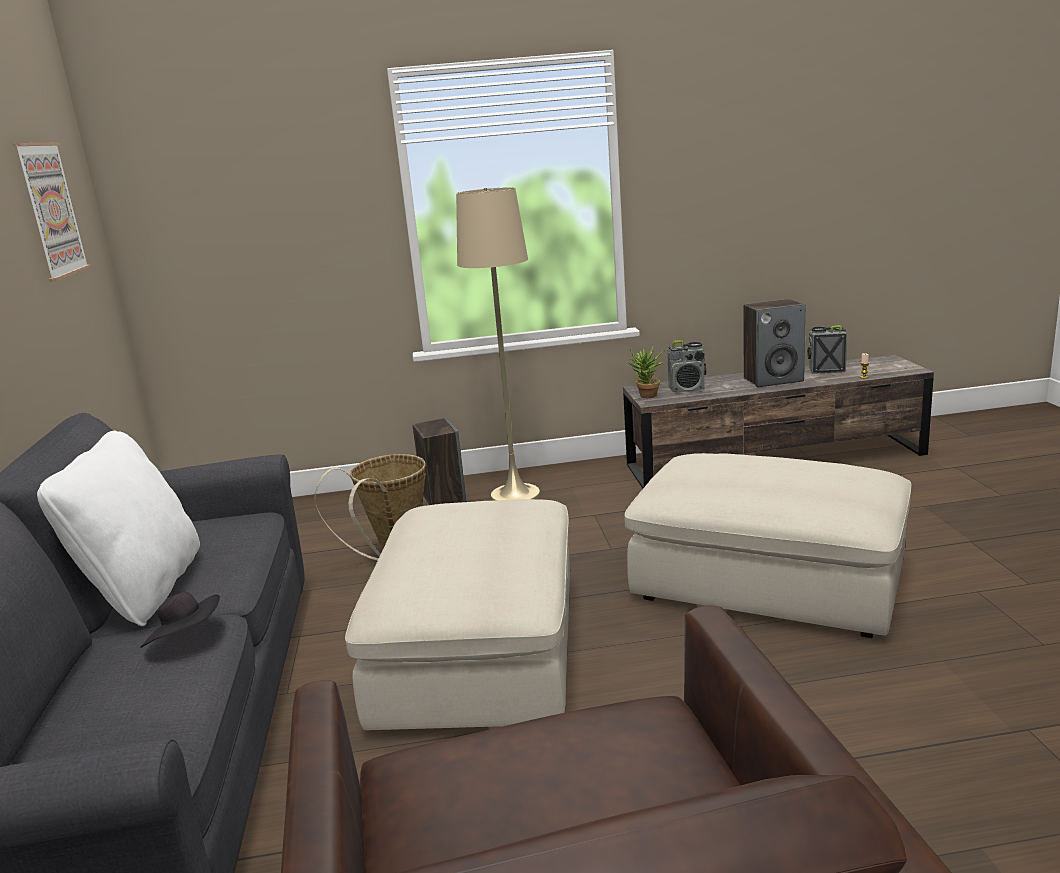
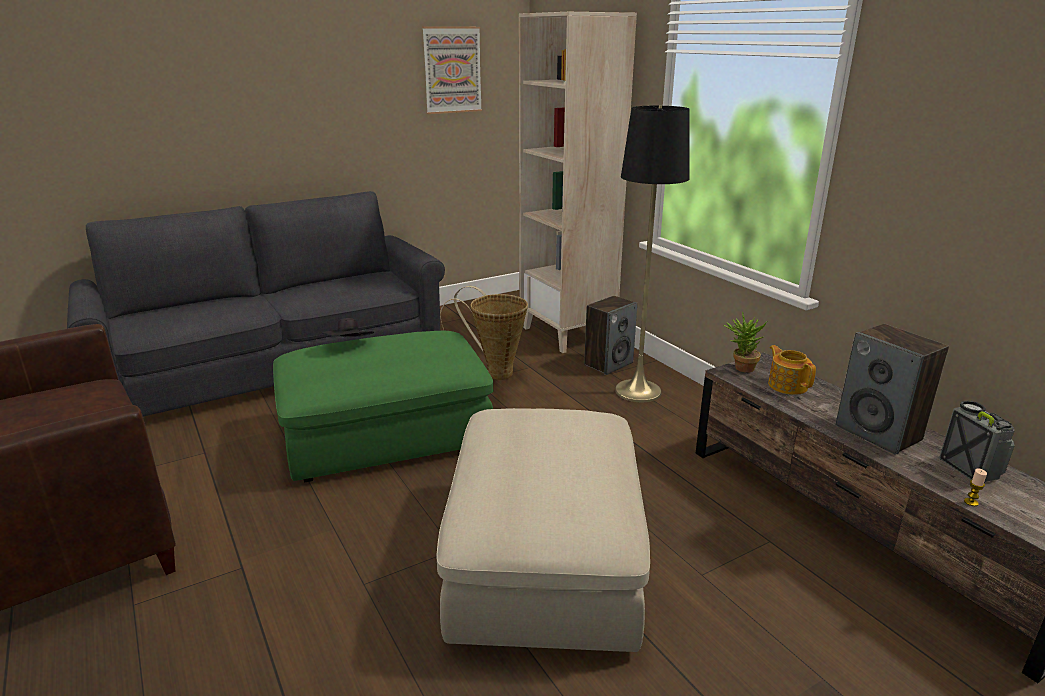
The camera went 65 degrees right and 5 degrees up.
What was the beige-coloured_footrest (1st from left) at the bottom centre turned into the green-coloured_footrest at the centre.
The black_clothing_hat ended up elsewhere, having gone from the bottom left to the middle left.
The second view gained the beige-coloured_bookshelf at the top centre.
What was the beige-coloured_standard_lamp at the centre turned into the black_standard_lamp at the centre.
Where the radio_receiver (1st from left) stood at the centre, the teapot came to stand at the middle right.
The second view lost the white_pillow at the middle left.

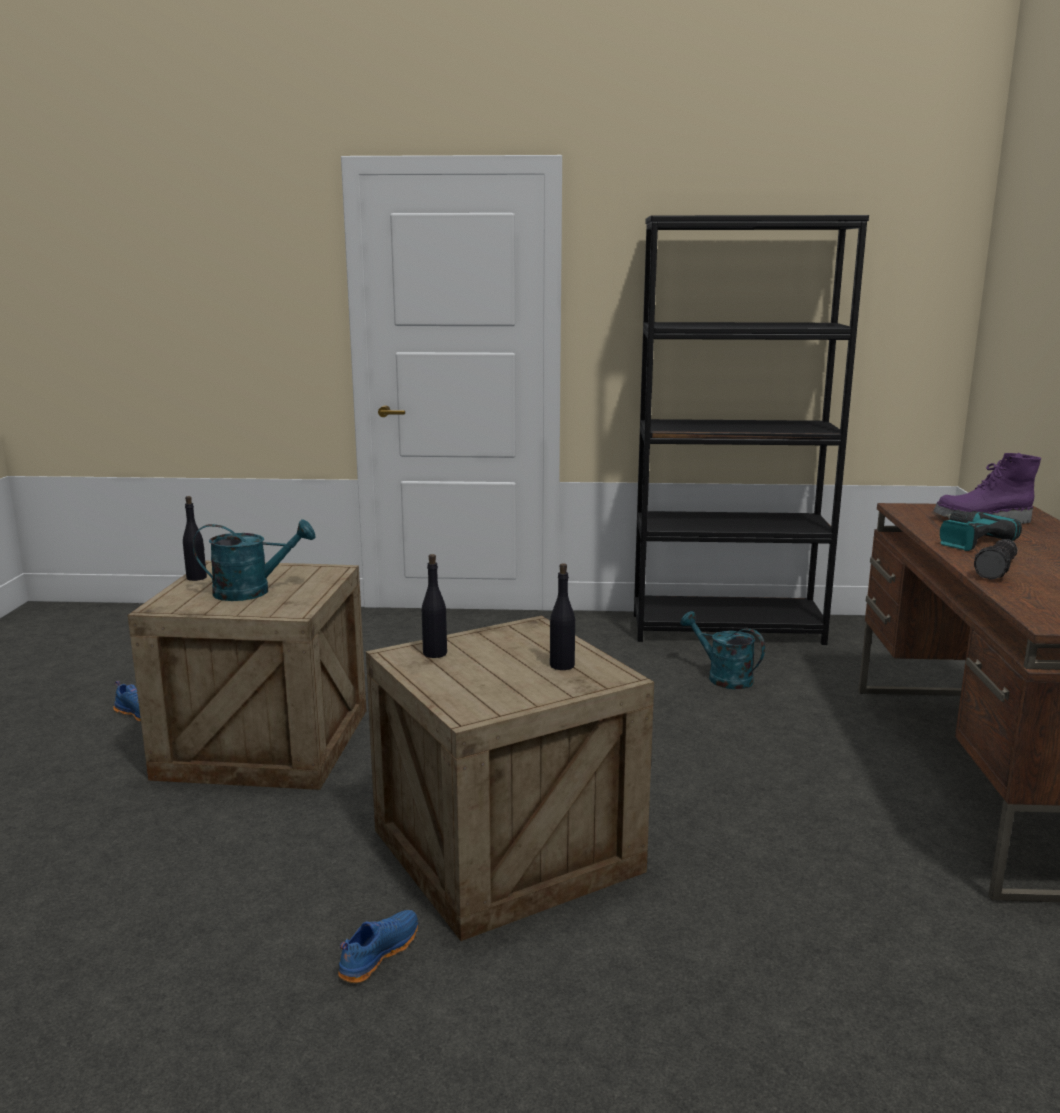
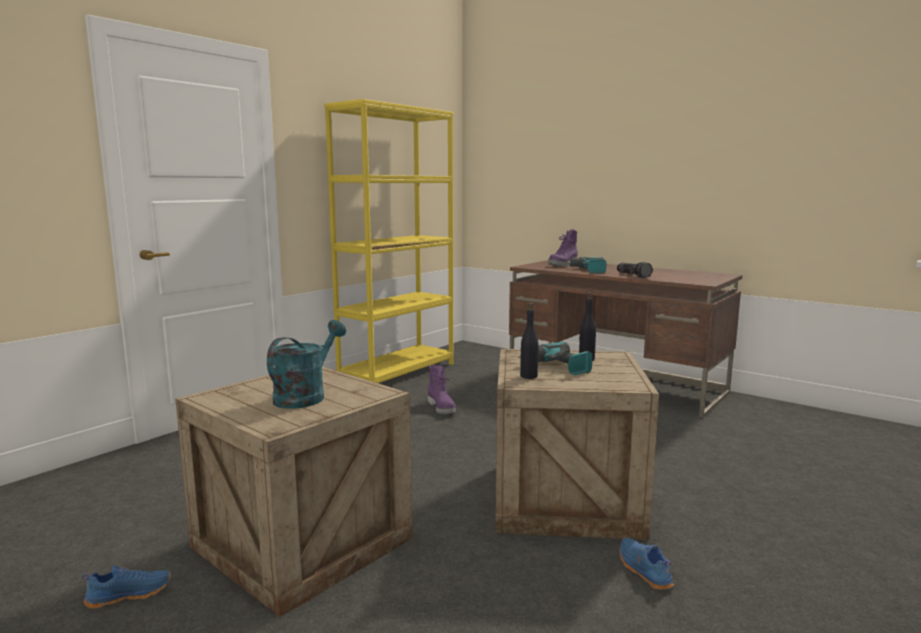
The camera went 55 degrees left and 5 degrees down.
What was the black_bookshelf at the middle right turned into the yellow-coloured_bookshelf at the centre.
The second view gained the purplish_high-top_boot (1st from left) at the centre.
The second view gained the power_drill (1st from left) at the centre.
The second view lost the black_beverage_bottle (1st from left) at the middle left.
The second view lost the turquoise-coloured_sprinkling_can (2nd from left) at the middle right.

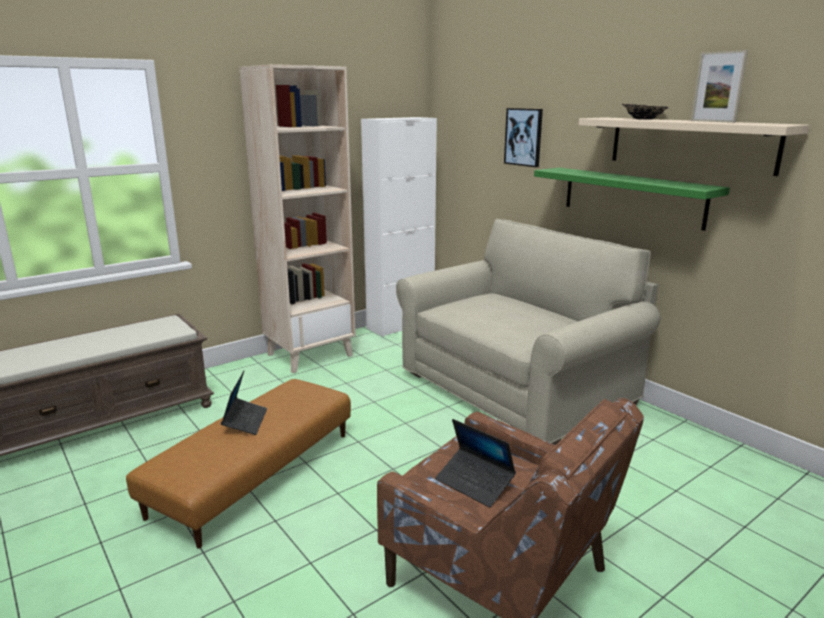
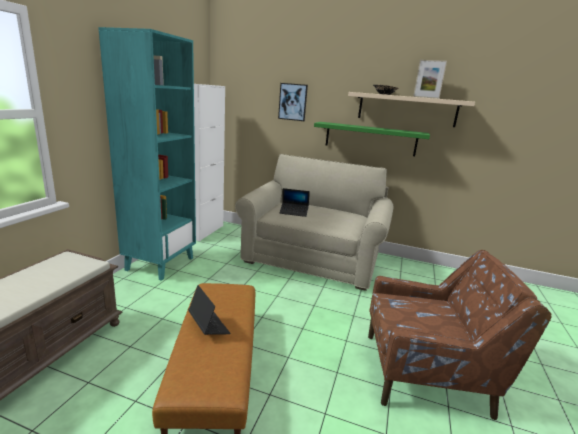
The camera went 35 degrees left and 0 degrees up.
What was the beige-coloured_bookshelf at the centre turned into the turquoise-coloured_bookshelf at the middle left.
The notebook_computer (2nd from left) ended up elsewhere, having gone from the bottom centre to the centre.

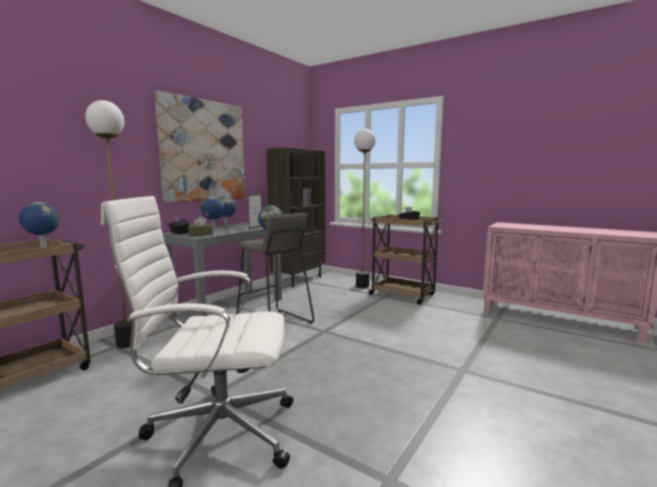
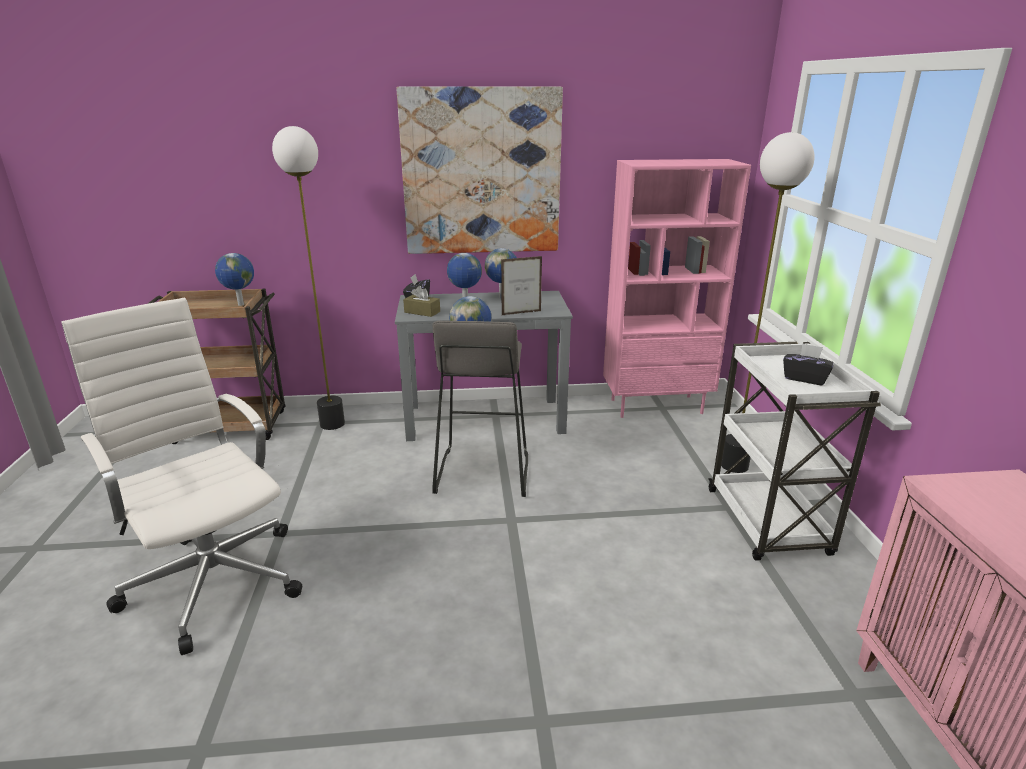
The camera went 50 degrees right and 15 degrees up.
What was the brownish_bookshelf at the centre turned into the pinkish_bookshelf at the centre.
What was the brownish_cart (2nd from left) at the centre turned into the white_cart at the middle right.

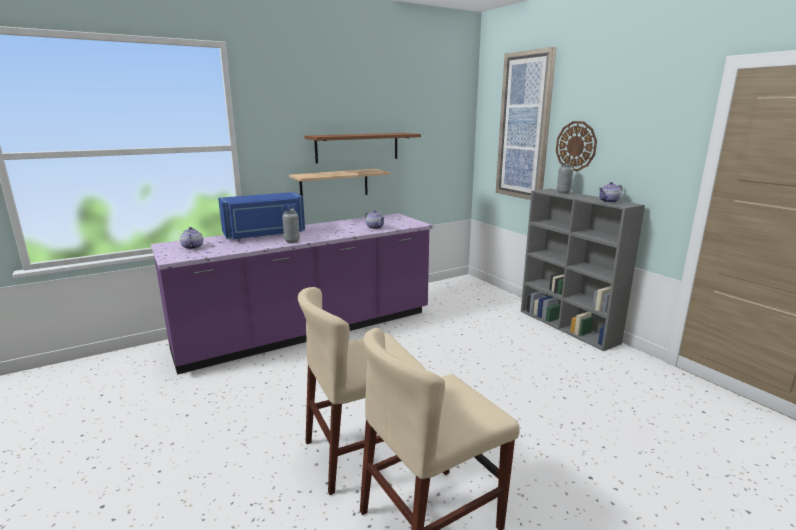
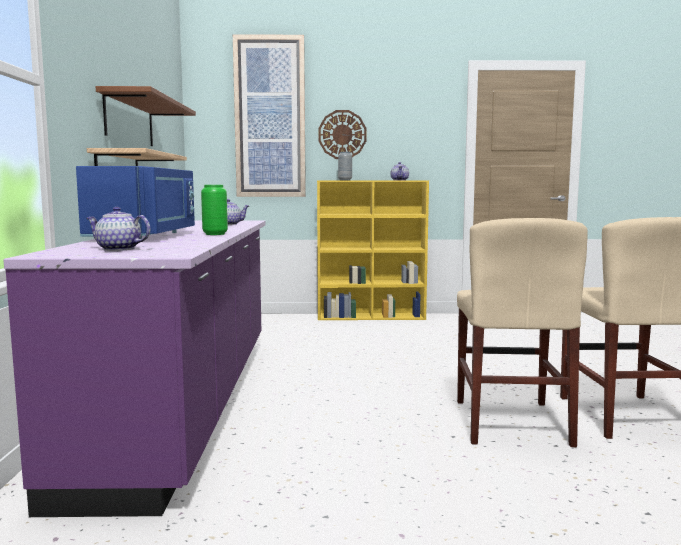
The camera went 60 degrees left and 10 degrees down.
What was the gray_flower_vase (1st from left) at the centre turned into the green-coloured_flower_vase at the middle left.
What was the gray_bookshelf at the middle right turned into the yellow-coloured_bookshelf at the centre.

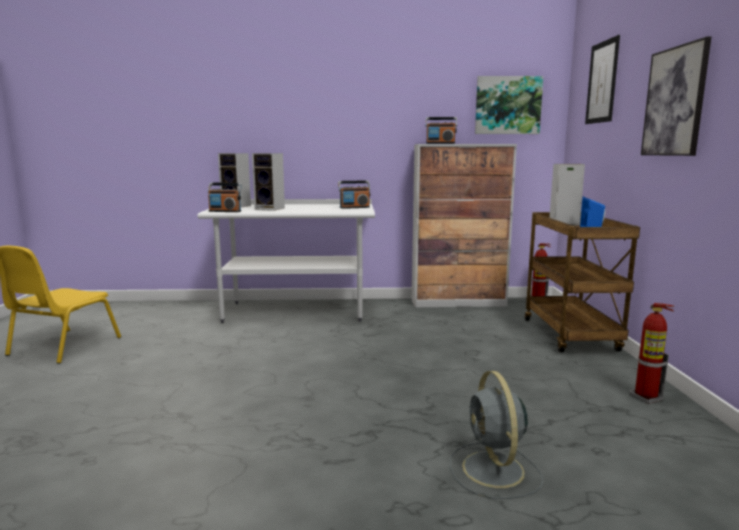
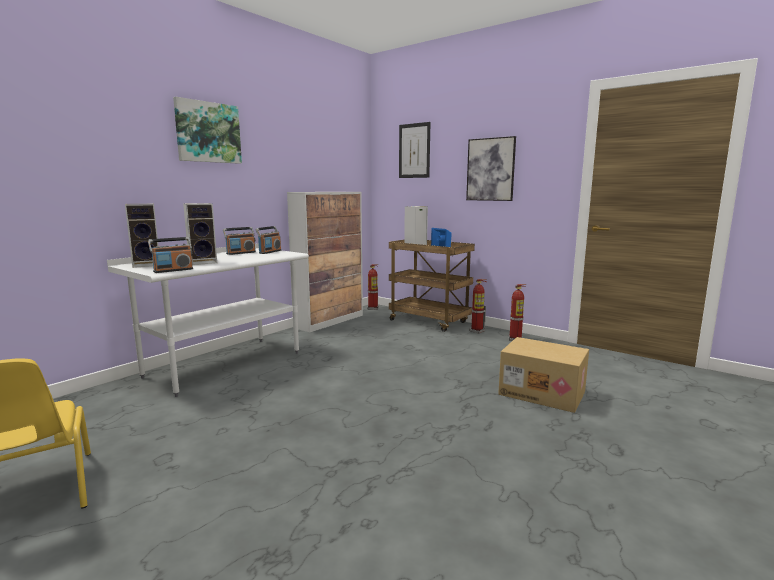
The camera went 50 degrees left and 0 degrees up.
The wall_art (1st from left) ended up elsewhere, having gone from the top right to the top left.
The radio_receiver (3rd from left in the first image) ended up elsewhere, having gone from the top centre to the middle left.
The second view gained the fire_extinguisher (2nd from left) at the centre.
Where the gray_cooling_fan stood at the bottom right, the carton came to stand at the middle right.

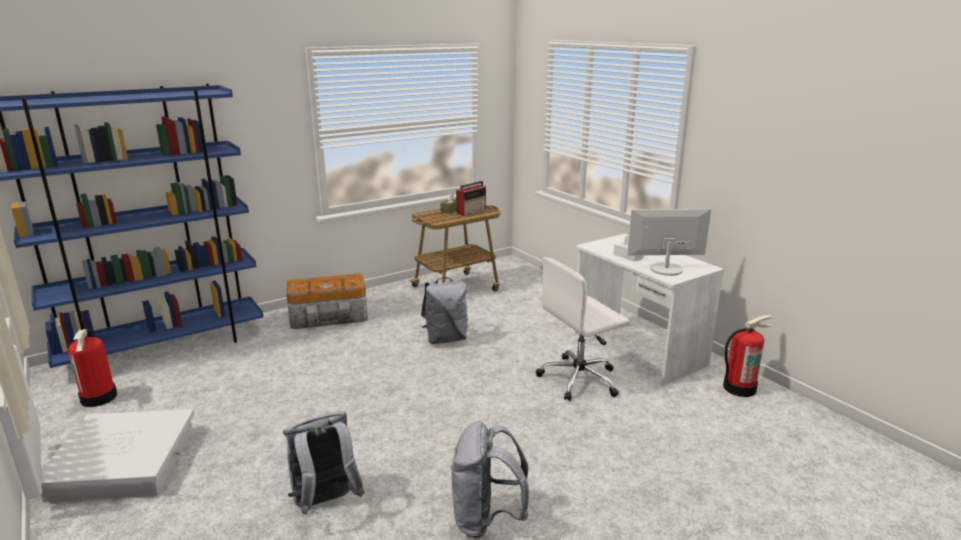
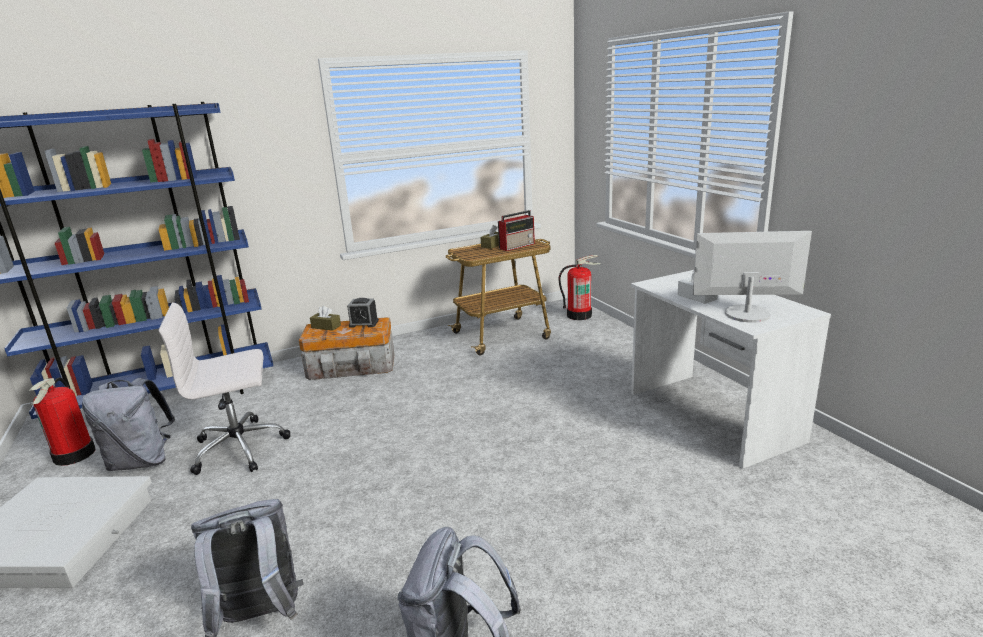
The camera went 10 degrees right and 0 degrees up.
The gray_backpack (2nd from left in the first image) ended up elsewhere, having gone from the centre to the middle left.
The white_computer_chair ended up elsewhere, having gone from the centre to the middle left.
The second view gained the brownish_box_of_tissues (1st from left) at the middle left.
The second view gained the alarm_clock at the centre.
The fire_extinguisher (2nd from left) ended up elsewhere, having gone from the middle right to the centre.

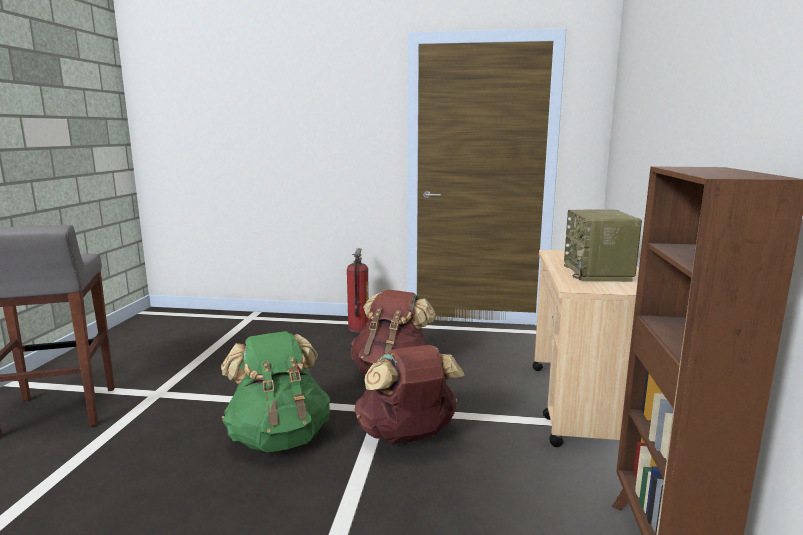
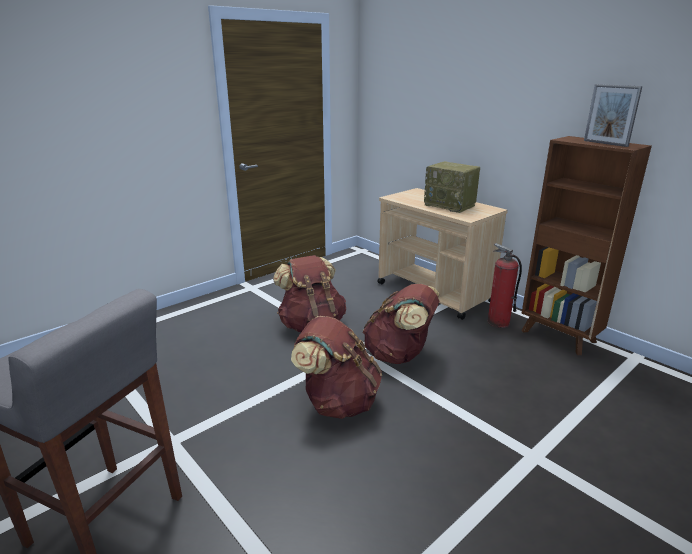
The camera went 50 degrees left and 10 degrees up.
What was the green-coloured_backpack at the bottom centre turned into the brownish_backpack (2nd from left) at the centre.
The fire_extinguisher ended up elsewhere, having gone from the centre to the middle right.
The second view gained the standing_frame at the top right.

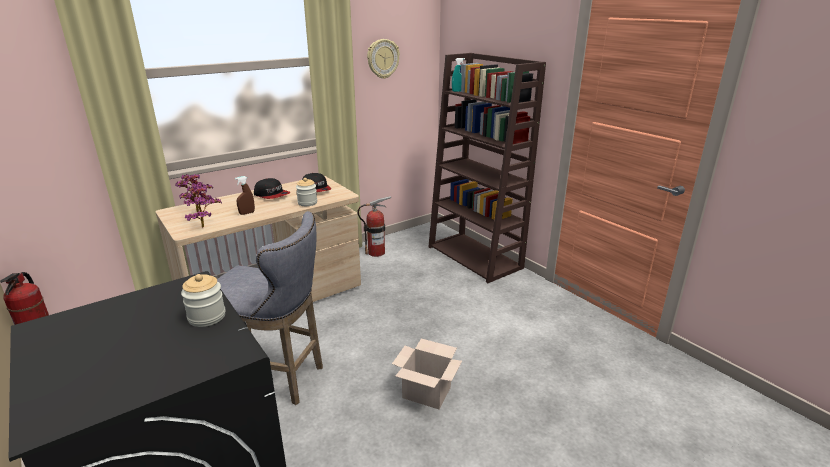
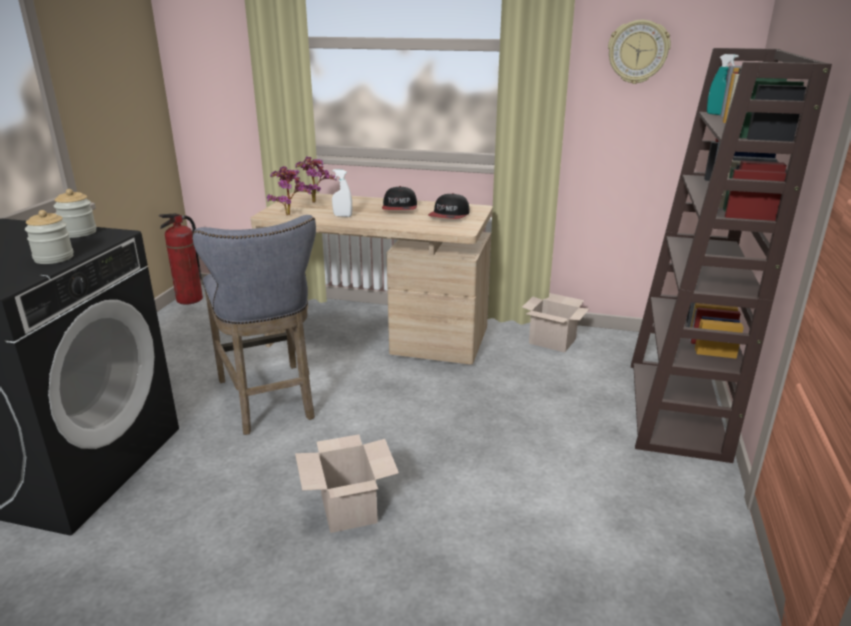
The camera went 50 degrees right and 0 degrees up.
The storage_jar (2nd from left) ended up elsewhere, having gone from the centre to the middle left.
What was the brownish_sprayer at the middle left turned into the white_sprayer at the top centre.
Where the fire_extinguisher (2nd from left) stood at the centre, the carton (2nd from left) came to stand at the centre.

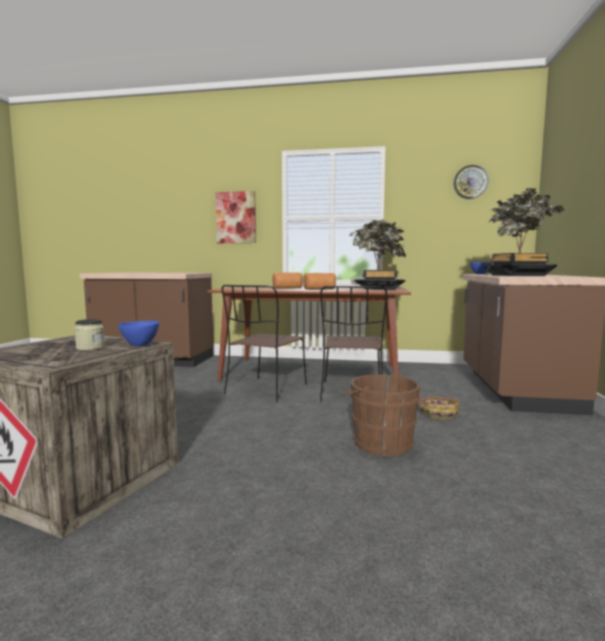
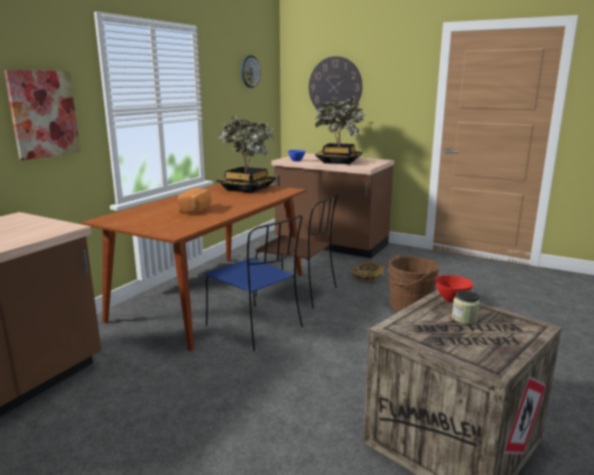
The camera went 70 degrees left and 10 degrees up.
What was the brownish_chair (1st from left) at the centre turned into the blue-coloured_chair at the centre.
The second view gained the clock_on_the_wall (2nd from left) at the top centre.
What was the blue-coloured_serving_bowl (1st from left) at the middle left turned into the red-coloured_serving_bowl at the middle right.
The second view lost the baked_bread (2nd from left) at the centre.

